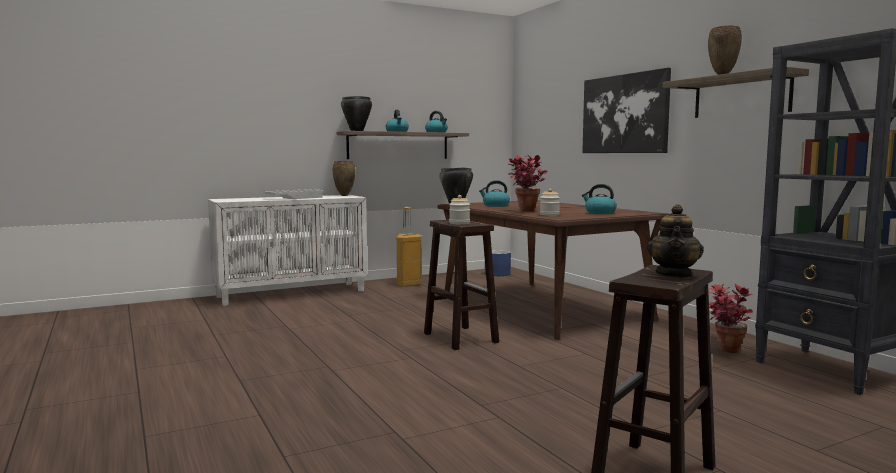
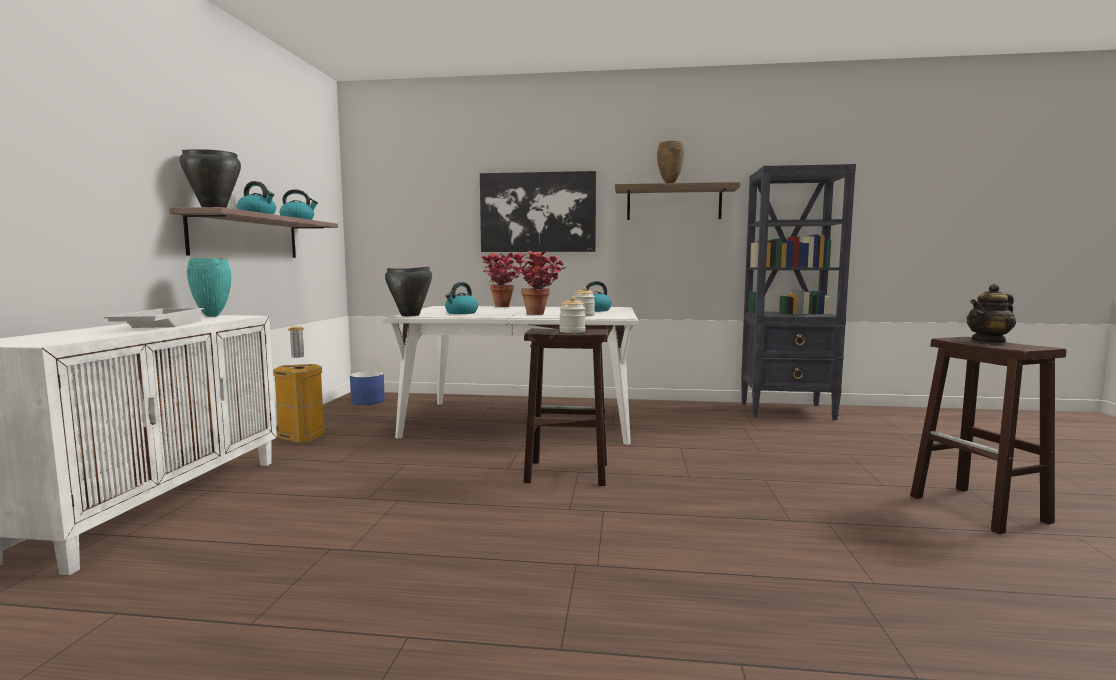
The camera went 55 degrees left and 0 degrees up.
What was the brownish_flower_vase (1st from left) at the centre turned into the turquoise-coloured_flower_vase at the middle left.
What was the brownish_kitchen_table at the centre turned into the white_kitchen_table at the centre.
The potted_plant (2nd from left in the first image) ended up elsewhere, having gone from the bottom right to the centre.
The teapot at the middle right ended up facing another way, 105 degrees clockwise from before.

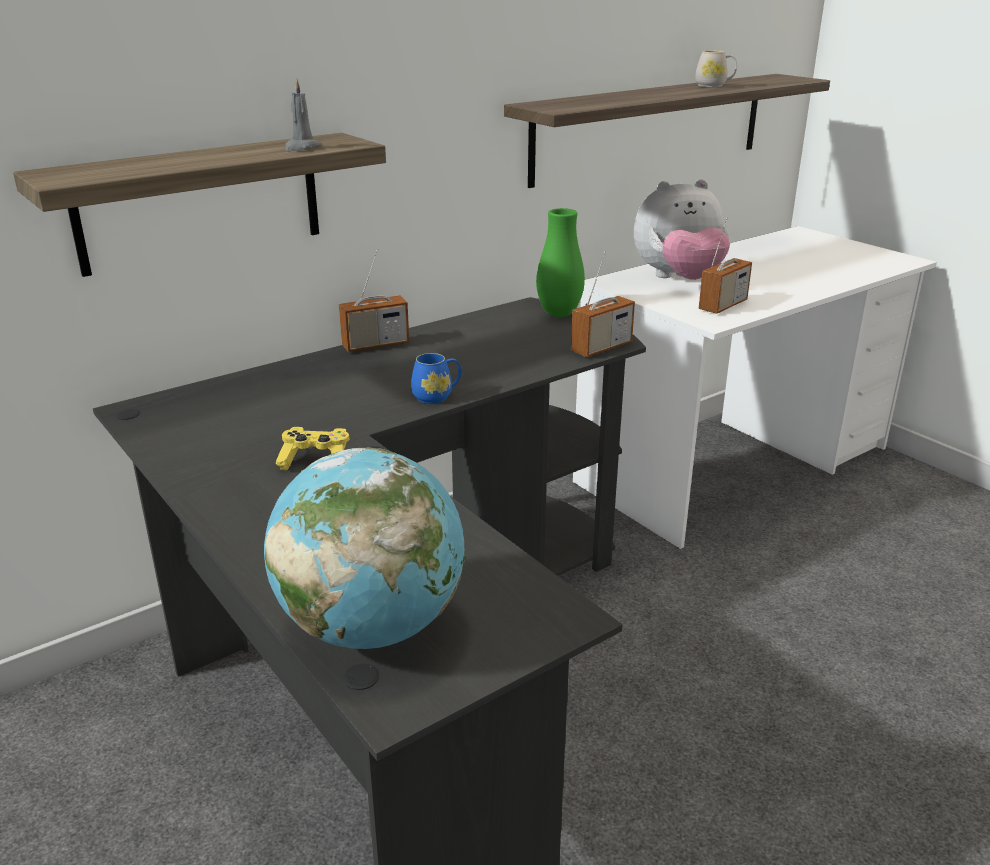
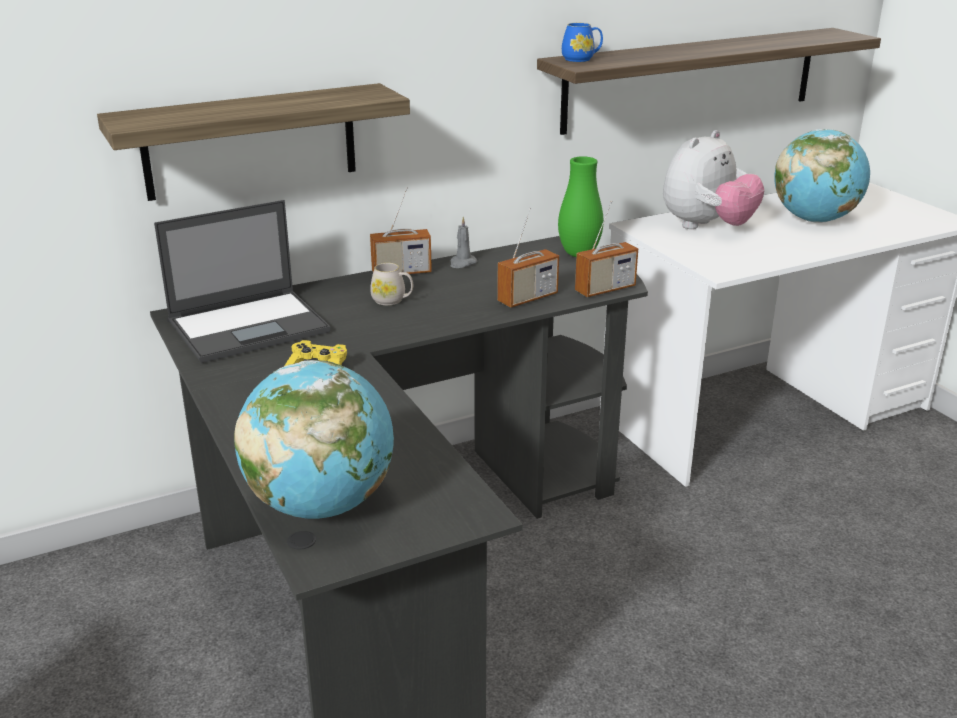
The camera went 10 degrees right and 0 degrees up.
The second view gained the notebook_computer at the middle left.
The white_coffee_mug ended up elsewhere, having gone from the top right to the centre.
The gray_wax_light ended up elsewhere, having gone from the top left to the centre.
The radio_receiver (3rd from left in the first image) ended up elsewhere, having gone from the top right to the centre.
The blue-coloured_coffee_mug ended up elsewhere, having gone from the centre to the top centre.
The cuddly_toy at the top right ended up facing another way, 45 degrees counterclockwise from before.
The second view gained the desk_globe (2nd from left) at the top right.

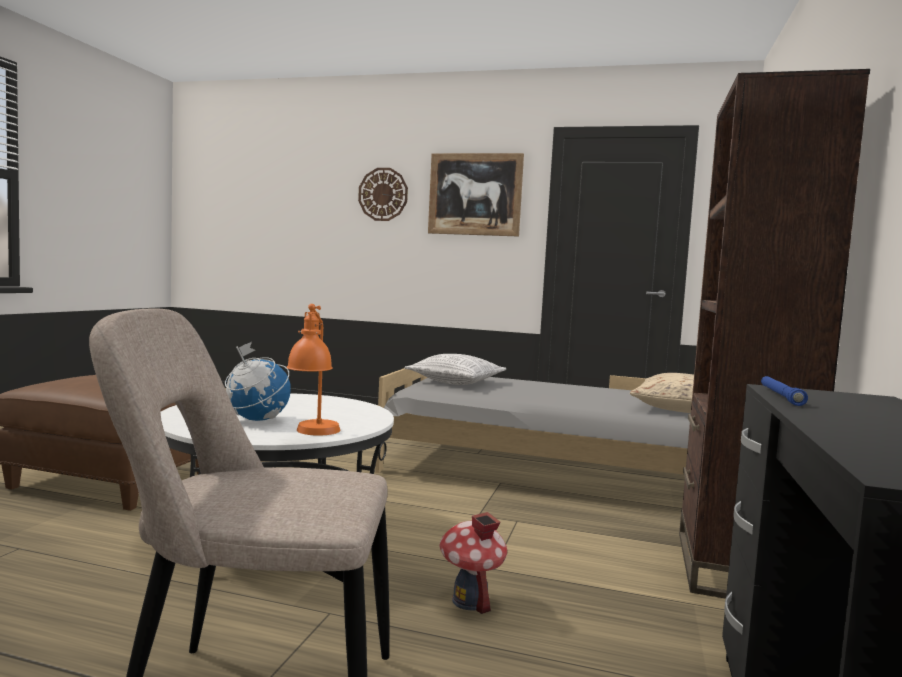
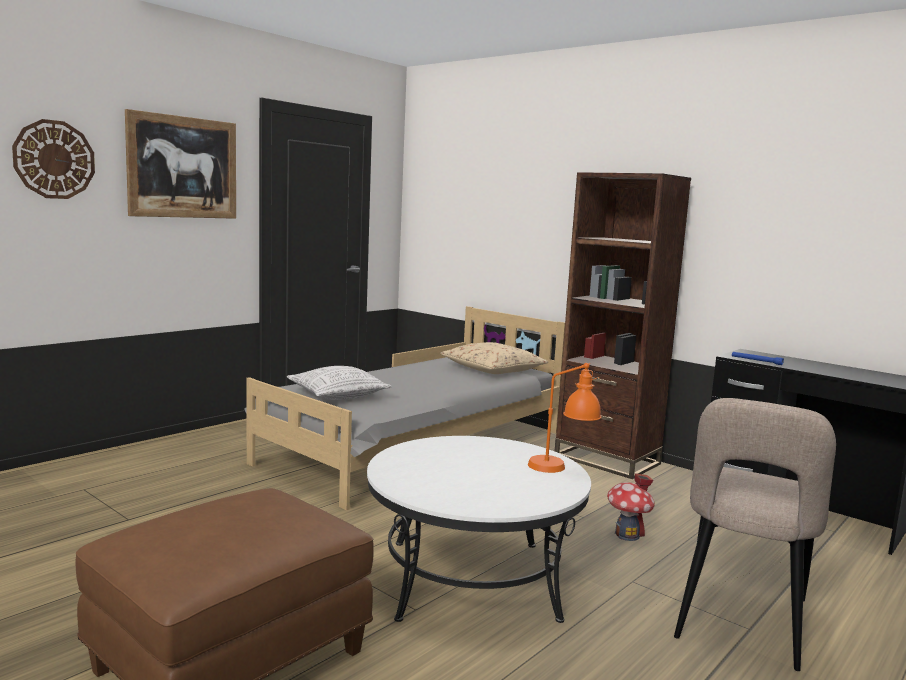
The camera went 65 degrees left and 5 degrees up.
The second view lost the desk_globe at the middle left.

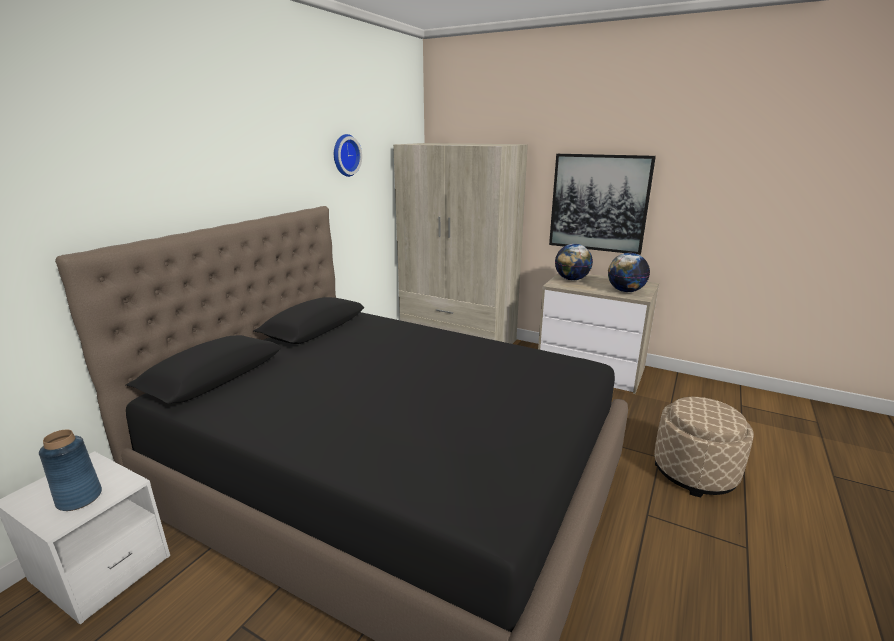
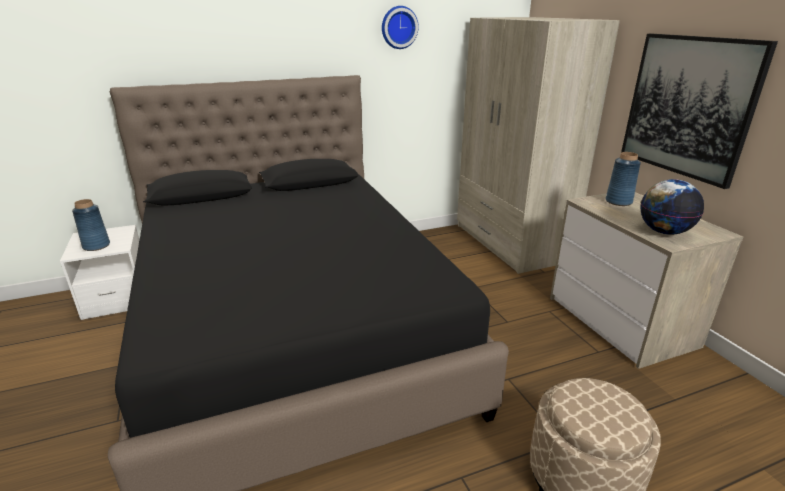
The camera went 40 degrees right and 5 degrees up.
Where the desk_globe (1st from left) stood at the centre, the blue-coloured_flower_vase (2nd from left) came to stand at the middle right.

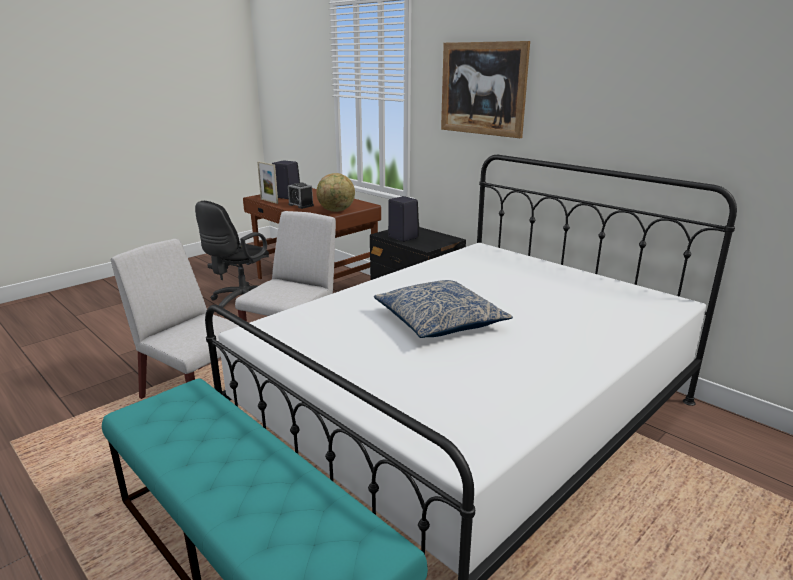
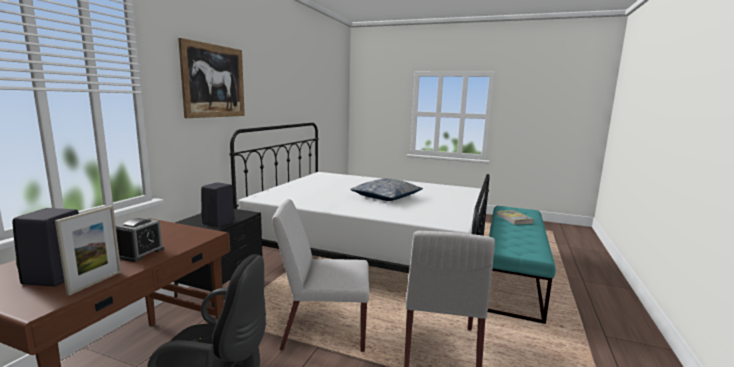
The camera went 115 degrees left and 10 degrees down.
The second view gained the volume at the middle right.
The second view lost the desk_globe at the top centre.

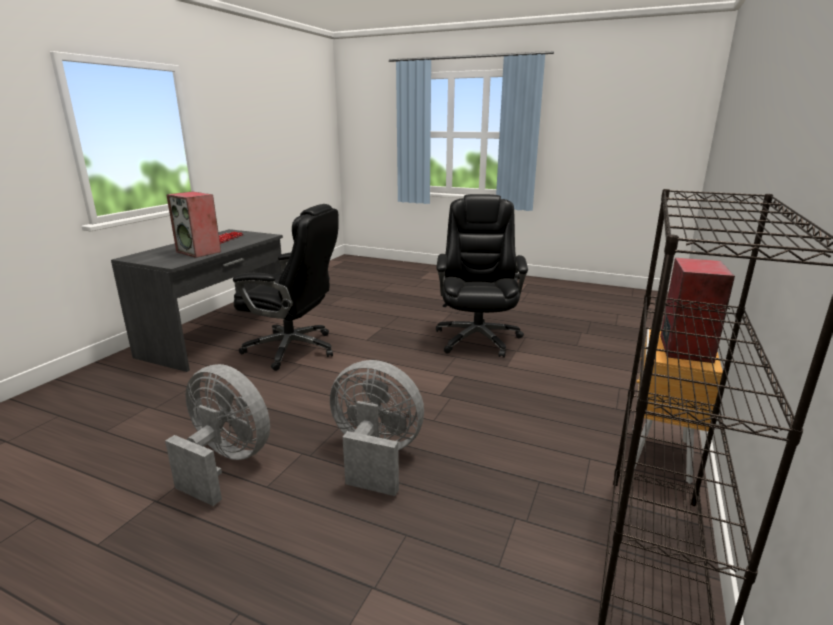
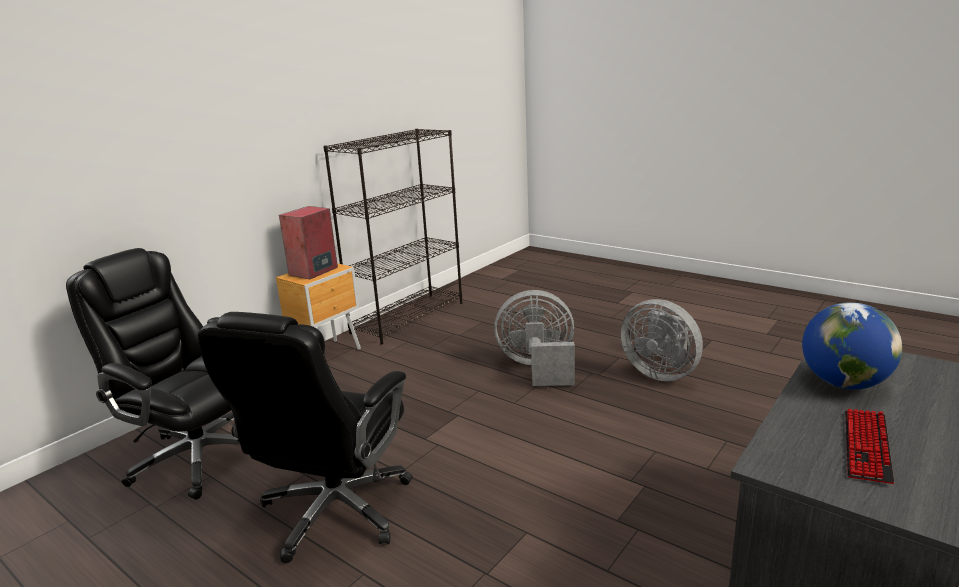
The camera went 165 degrees left and 0 degrees up.
The black_computer_chair (1st from left) ended up elsewhere, having gone from the centre to the middle left.
The gray_cooling_fan (2nd from left in the first image) at the bottom centre ended up facing another way, 150 degrees clockwise from before.
Where the audio_speaker (1st from left) stood at the middle left, the desk_globe came to stand at the middle right.

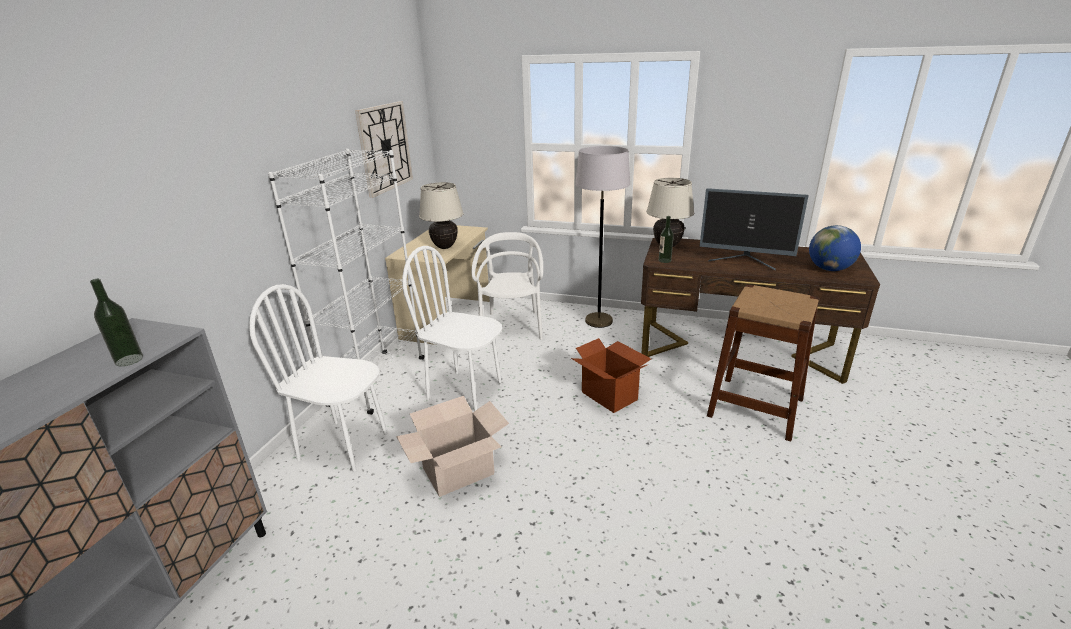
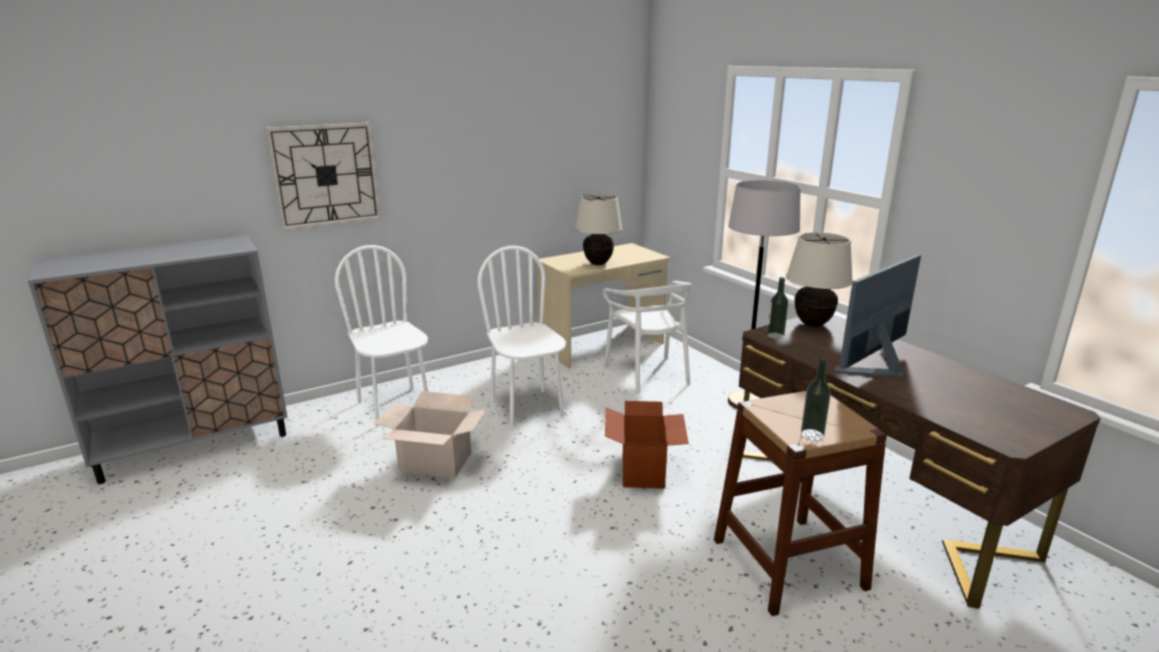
The camera went 40 degrees right and 5 degrees down.
The clock_on_the_wall ended up elsewhere, having gone from the top centre to the top left.
The white_chair (3rd from left) at the centre ended up facing another way, 120 degrees clockwise from before.
The beverage_bottle (1st from left in the first image) ended up elsewhere, having gone from the middle left to the middle right.
The computer_screen at the middle right ended up facing another way, 75 degrees clockwise from before.
The second view lost the white_bookshelf at the middle left.
The second view lost the desk_globe at the middle right.

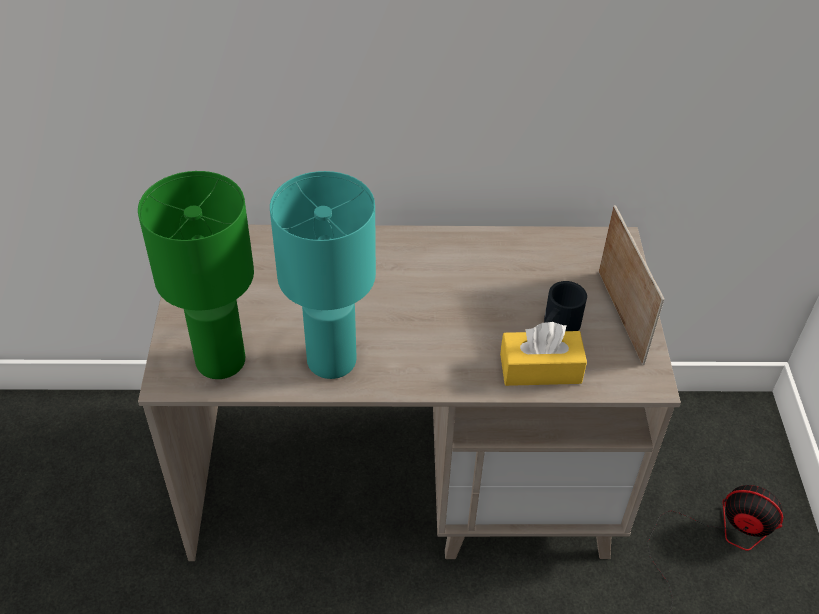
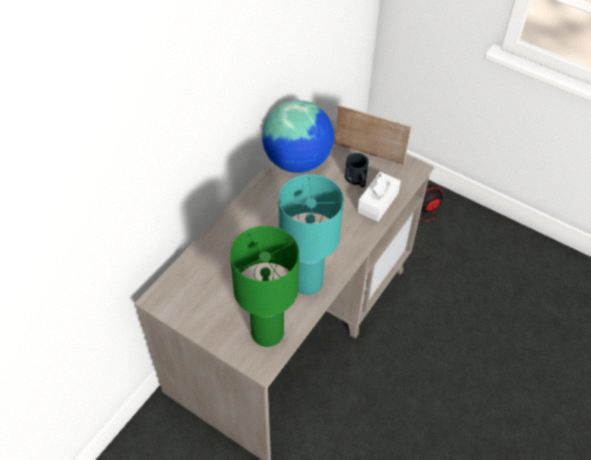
The camera went 55 degrees left and 5 degrees up.
The second view gained the desk_globe at the top centre.
What was the yellow-coloured_box_of_tissues at the centre turned into the white_box_of_tissues at the centre.

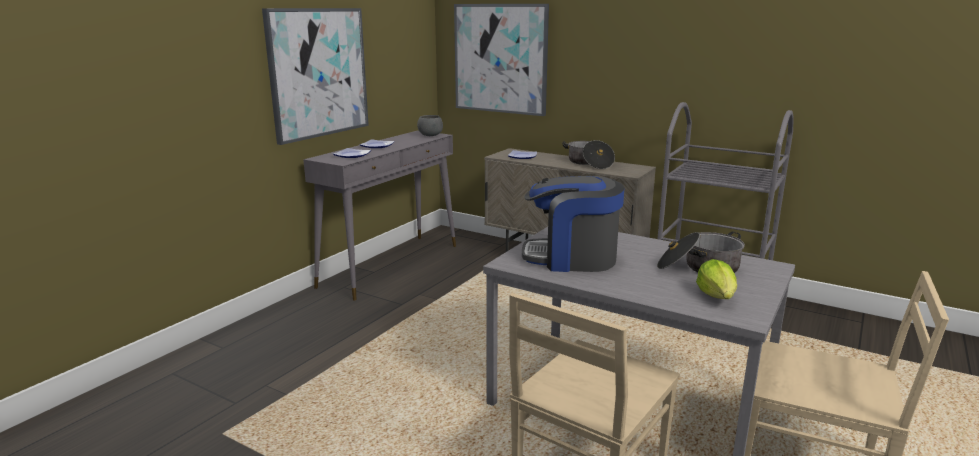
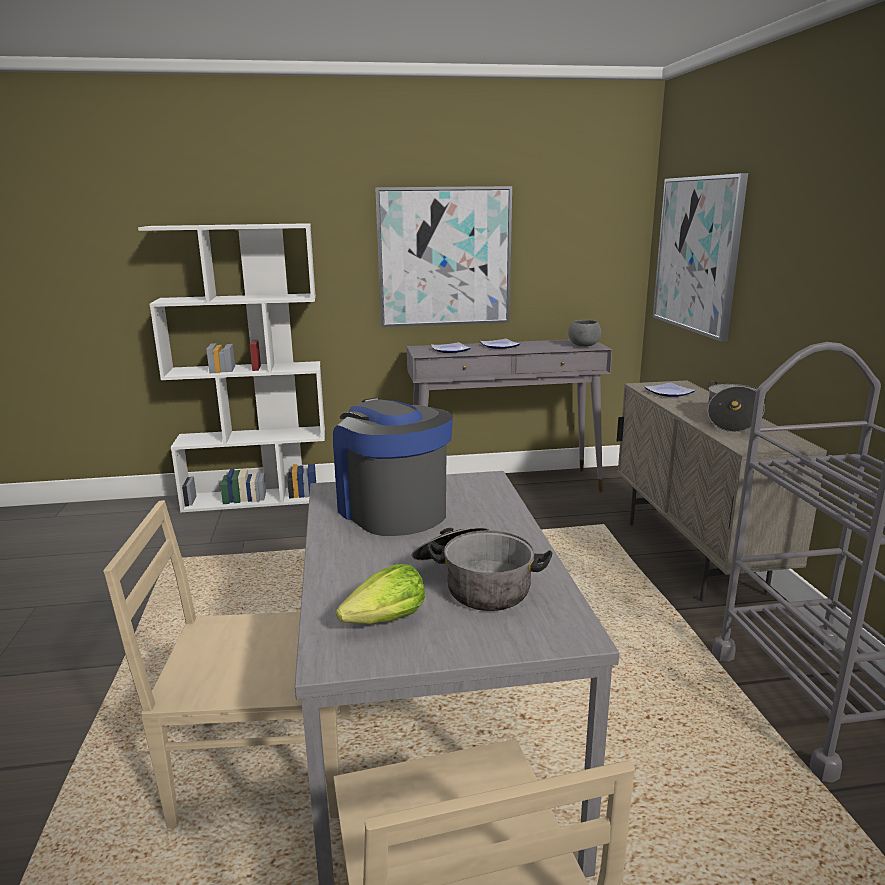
The camera went 50 degrees right and 0 degrees up.
The second view gained the white_bookshelf at the middle left.

